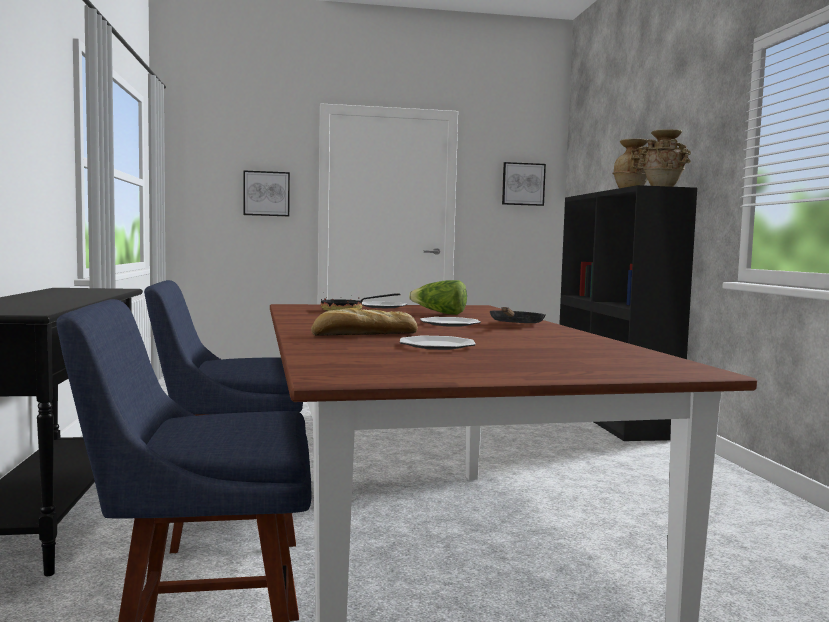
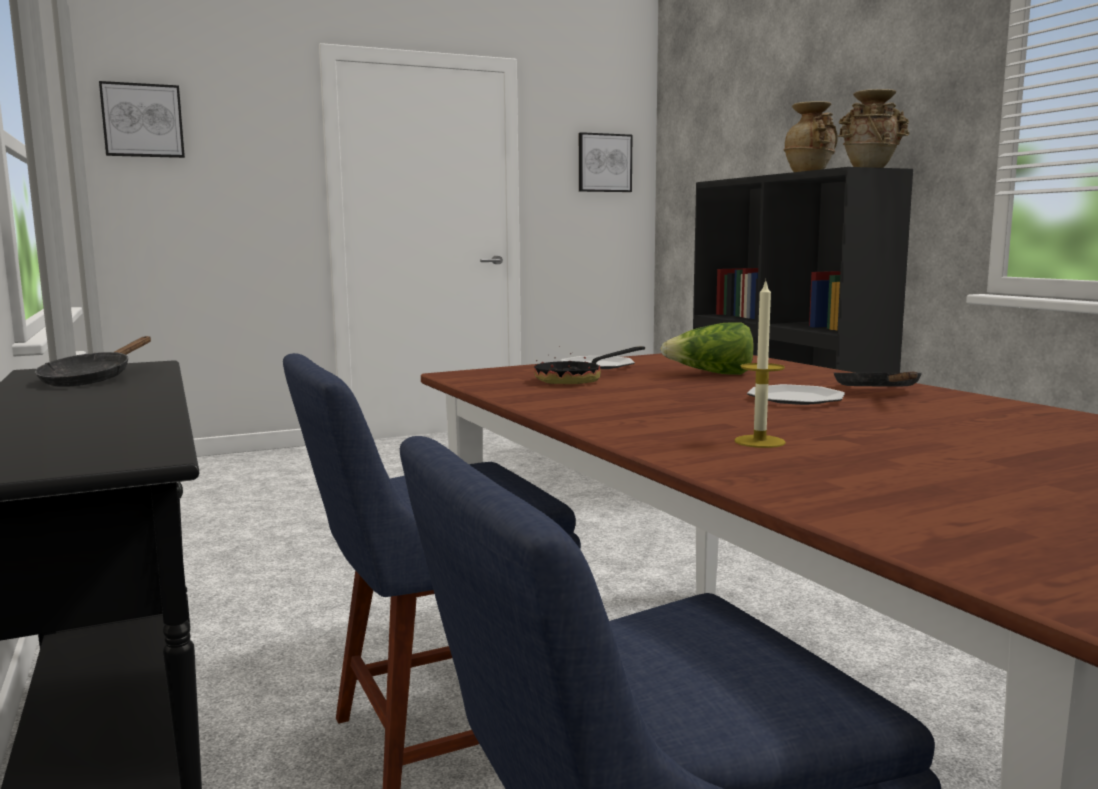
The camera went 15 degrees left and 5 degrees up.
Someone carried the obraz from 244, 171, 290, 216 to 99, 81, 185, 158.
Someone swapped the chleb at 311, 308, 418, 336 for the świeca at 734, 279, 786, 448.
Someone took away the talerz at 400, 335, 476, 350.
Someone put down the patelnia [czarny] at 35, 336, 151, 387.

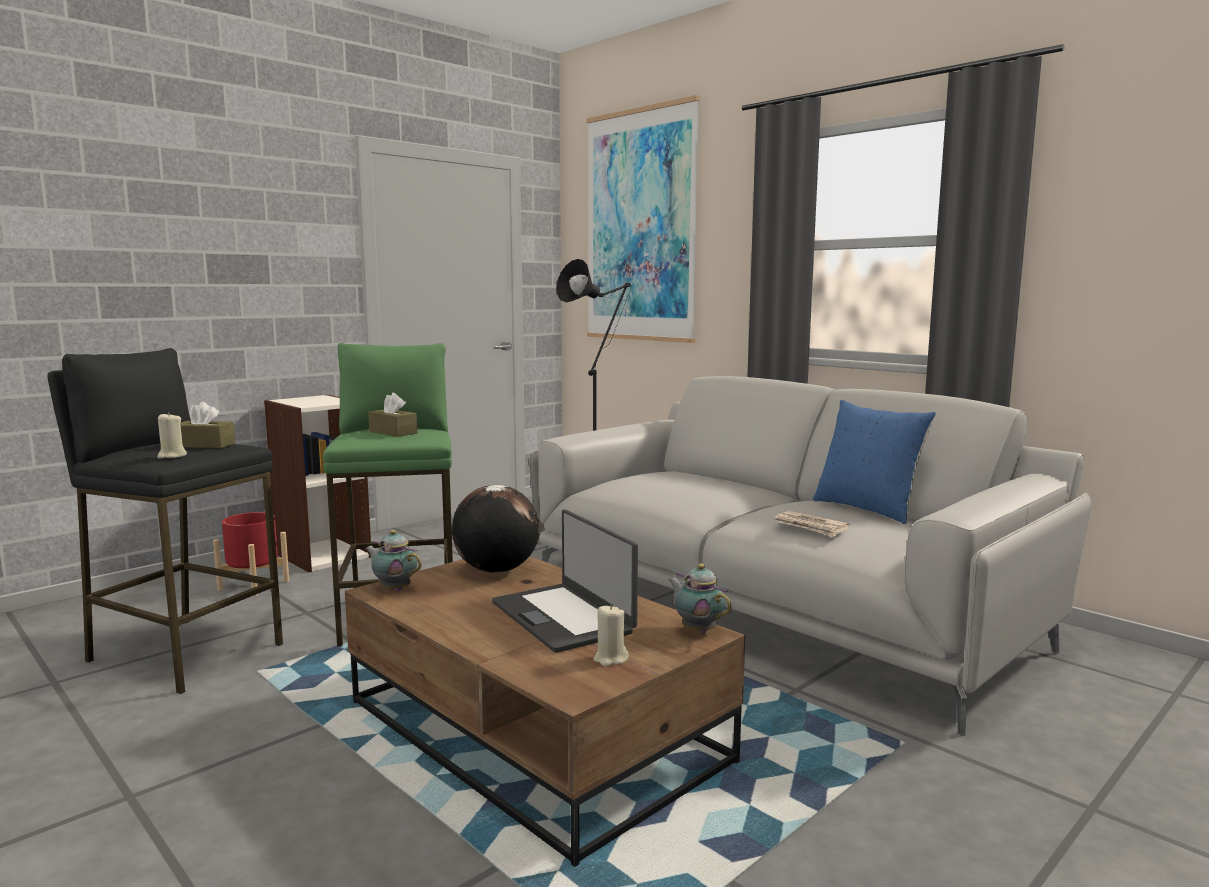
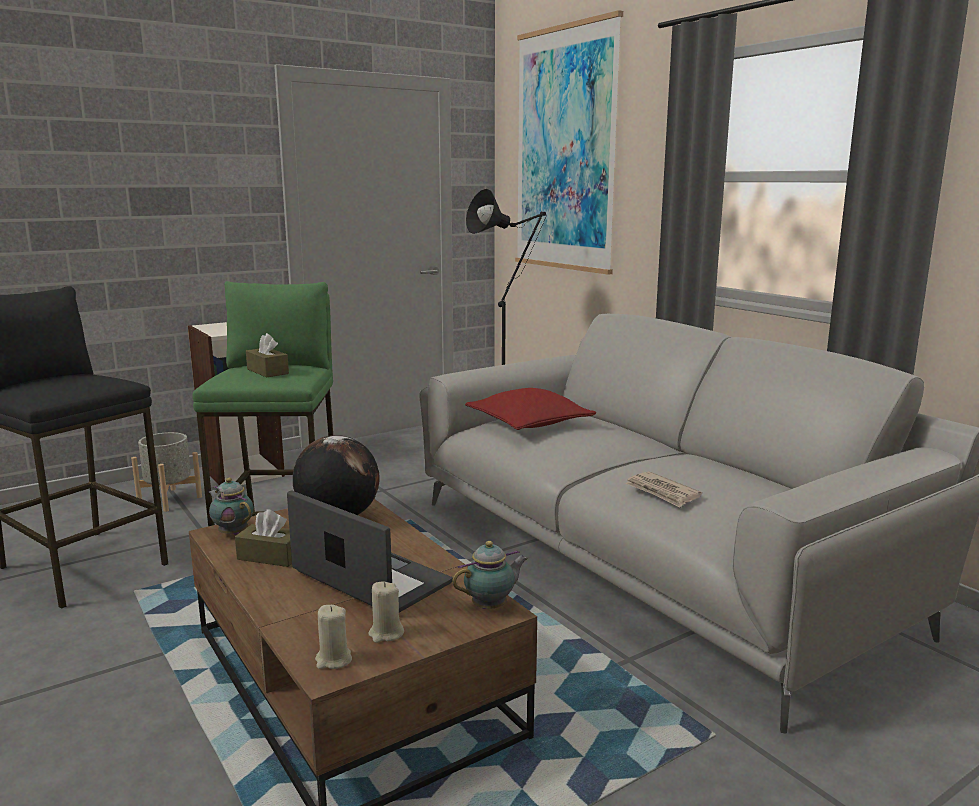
The camera went 10 degrees right and 5 degrees up.
Someone carried the świeca [beżowy] from 158, 412, 187, 458 to 315, 605, 352, 669.
Someone carried the pudełko chusteczek [brązowy] from 181, 402, 235, 448 to 235, 510, 292, 567.
Someone repainted the donica [czerwony] at 213, 512, 289, 597, which became the donica [szary] at 131, 432, 202, 512.
Someone rotated the laptop at 492, 509, 638, 653 by 150 degrees clockwise.
Someone rotated the imbryk at 669, 564, 732, 634 by 90 degrees clockwise.
Someone took away the poduszka [niebieski] at 813, 400, 936, 524.
Someone put down the poduszka [czerwony] at 465, 388, 597, 430.

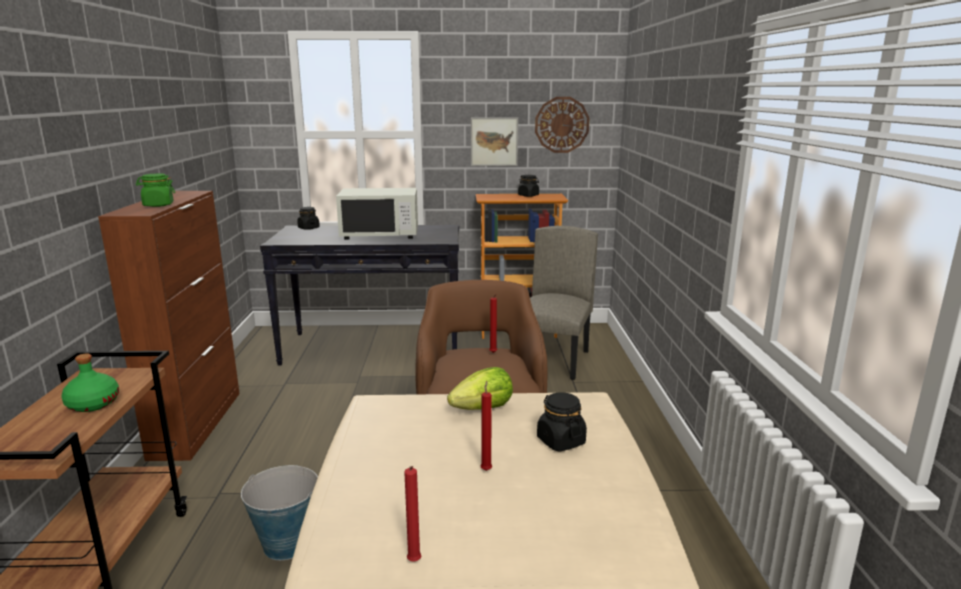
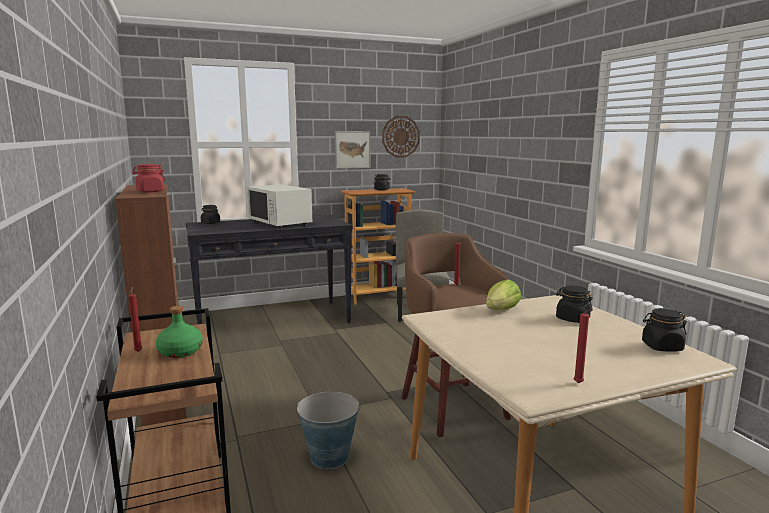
The camera went 20 degrees left and 5 degrees down.
Someone repainted the słoik [zielony] at 136, 174, 175, 207, which became the słoik [czerwony] at 132, 164, 165, 192.
Someone rotated the mikrofalówka [biały] at 336, 188, 418, 240 by 75 degrees clockwise.
Someone carried the świeca [czerwony] from 481, 381, 492, 471 to 129, 287, 143, 352.
Someone put down the słoik [czarny] at 642, 308, 687, 352.

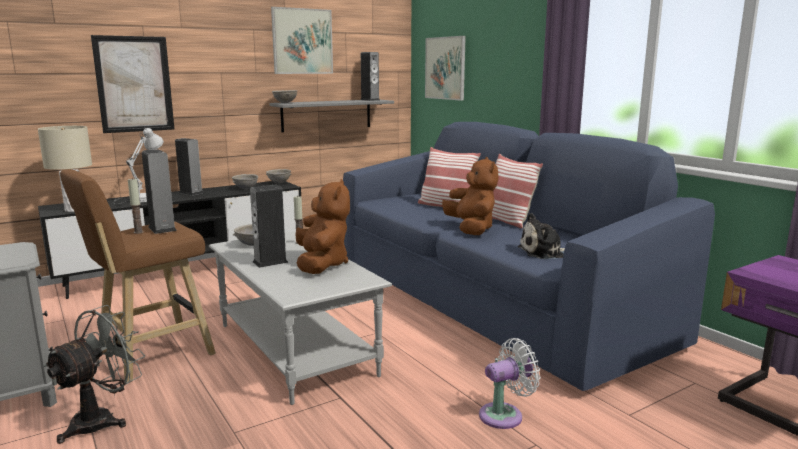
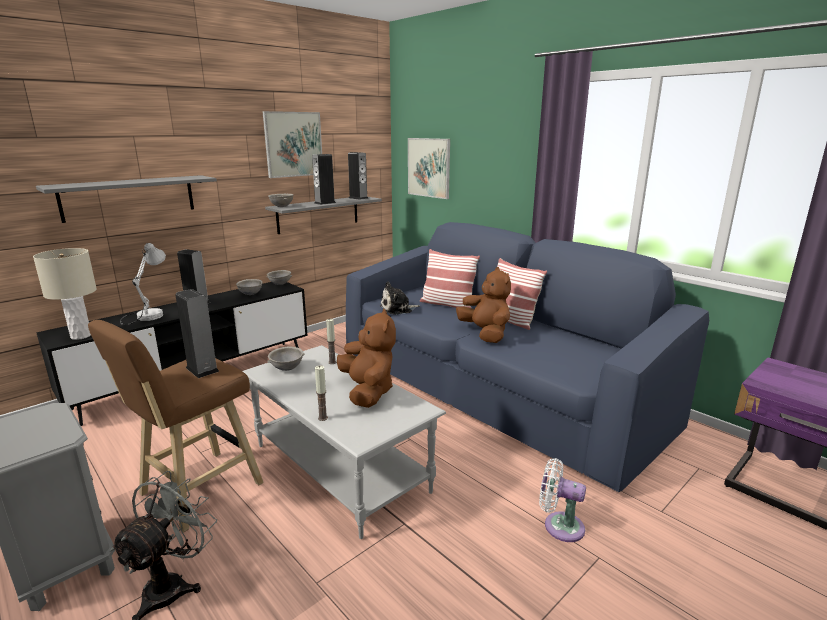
The camera went 10 degrees left and 5 degrees up.
Someone swapped the obraz at 91, 35, 174, 133 for the półka [szary] at 36, 175, 217, 223.
Someone carried the świeca from 128, 178, 144, 234 to 315, 366, 328, 421.
Someone carried the głośnik from 250, 184, 288, 268 to 312, 154, 336, 205.
Someone rotated the wentylator [biały] at 479, 338, 540, 429 by 120 degrees counterclockwise.
Someone carried the pluszak from 518, 213, 565, 259 to 380, 281, 420, 315.

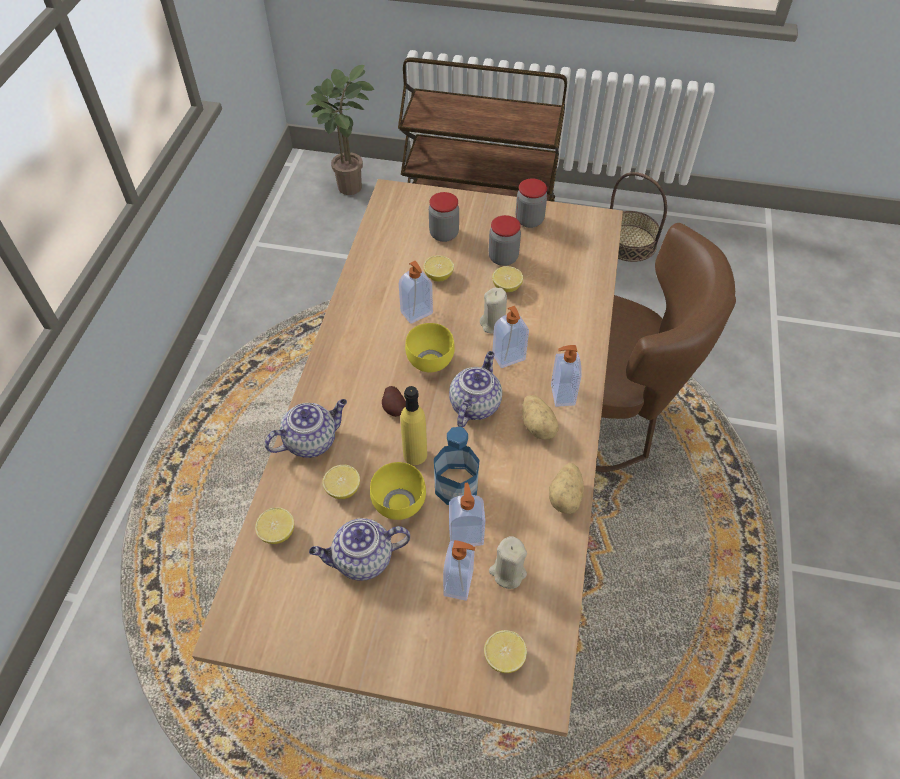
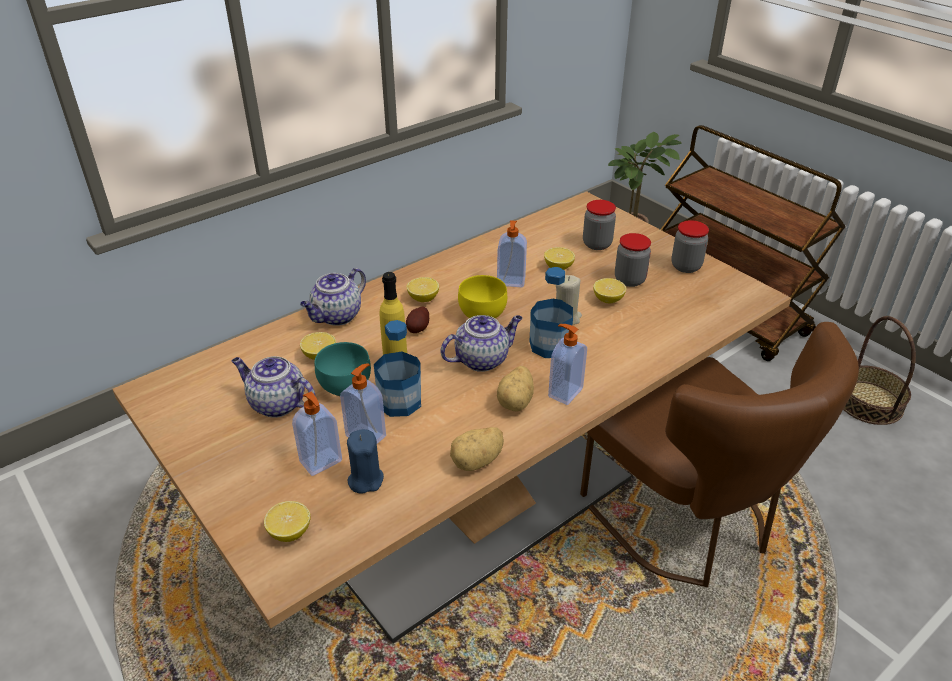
The camera went 40 degrees right and 15 degrees down.
Someone carried the cytryna from 255, 507, 294, 544 to 406, 277, 439, 302.
Someone rotated the imbryk at 265, 399, 347, 458 by 120 degrees clockwise.
Someone repainted the miska [żółty] at 370, 462, 426, 520, which became the miska [turkusowy] at 315, 342, 371, 396.
Someone repainted the świeca [beżowy] at 489, 536, 527, 589, which became the świeca [niebieski] at 347, 429, 384, 494.
Someone swapped the dozownik mydła at 492, 306, 529, 368 for the butelka at 530, 267, 573, 358.

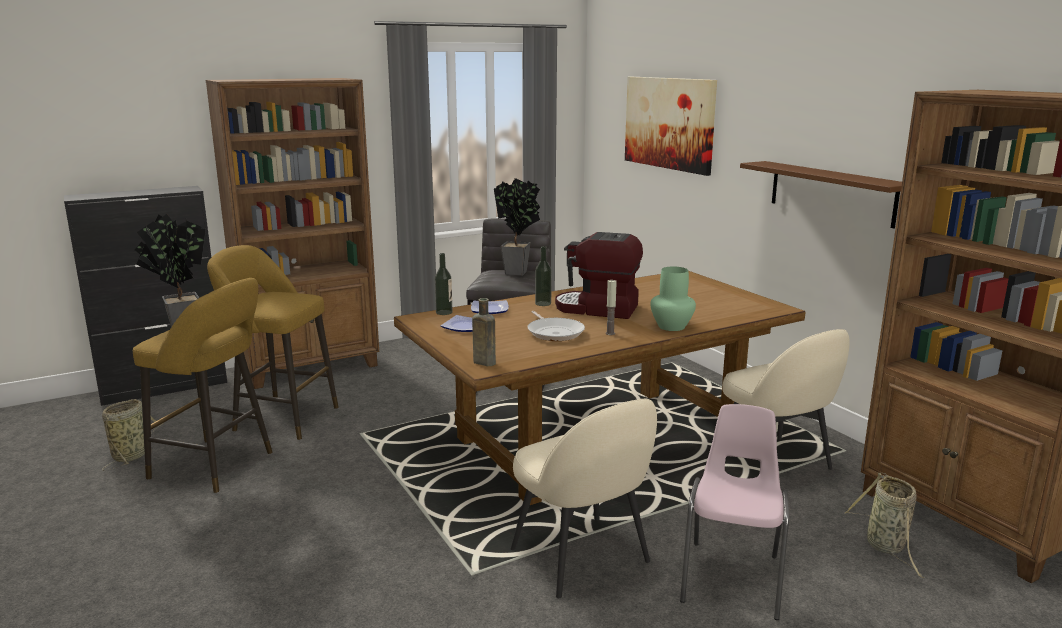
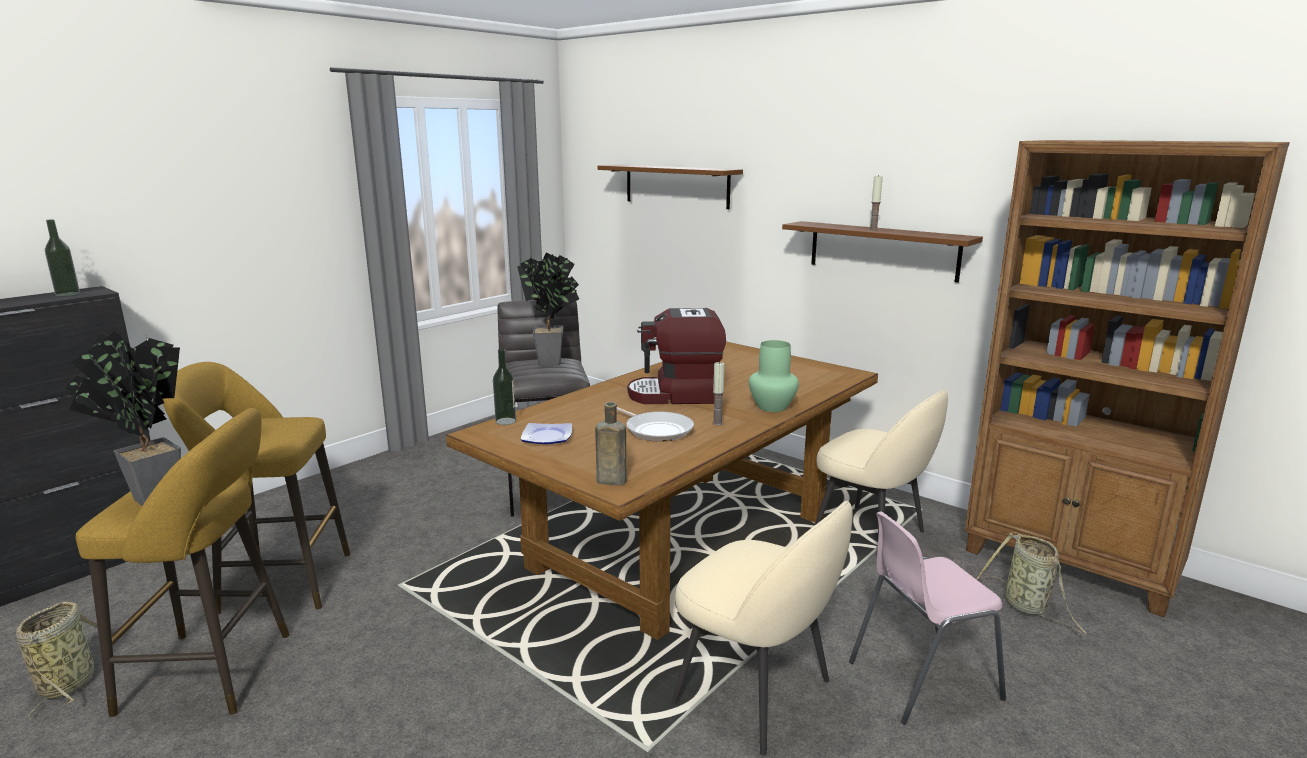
The camera went 20 degrees left and 0 degrees up.
Someone took away the regał [brązowy] at 206, 78, 379, 389.
Someone took away the talerz at 471, 300, 509, 314.
Someone carried the butelka from 535, 246, 552, 306 to 45, 219, 80, 296.
Someone swapped the obraz at 625, 77, 717, 176 for the półka [brązowy] at 597, 165, 743, 209.
Someone rotated the krzesło [różowy] at 680, 404, 789, 620 by 105 degrees counterclockwise.
Someone put down the świeca at 869, 175, 883, 231.

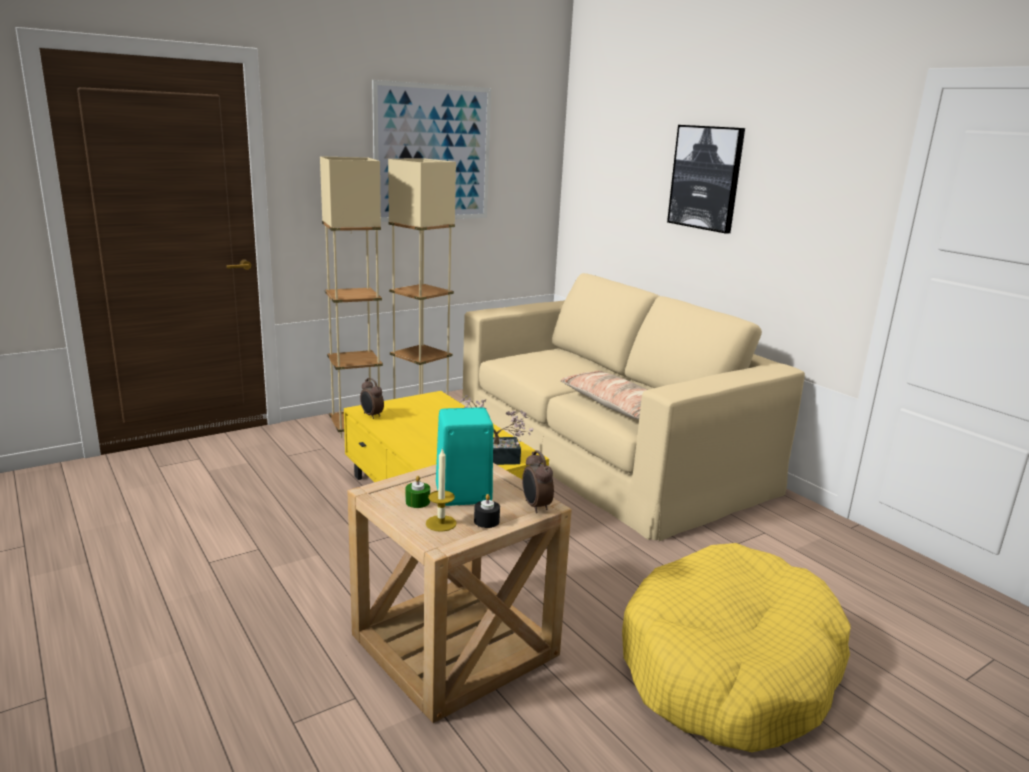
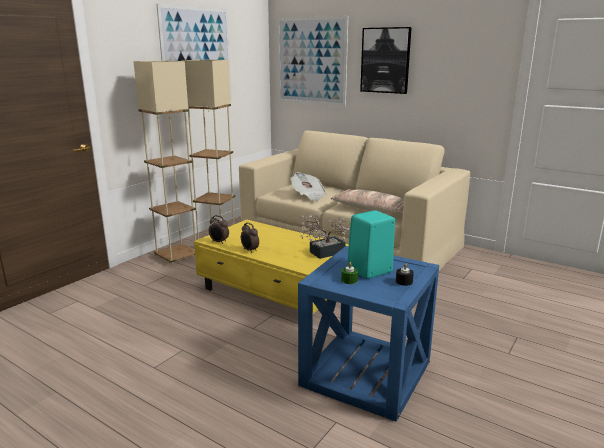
The camera went 20 degrees left and 0 degrees up.
Someone repainted the stolik [beżowy] at 348, 463, 572, 723, which became the stolik [niebieski] at 298, 246, 439, 421.
Someone took away the świeca at 426, 448, 457, 532.
Someone carried the budzik from 522, 450, 554, 513 to 241, 222, 259, 253.
Someone took away the legowisko [żółty] at 622, 543, 851, 752.
Someone put up the obraz at 277, 16, 348, 106.
Someone put down the gazeta at 290, 172, 327, 201.

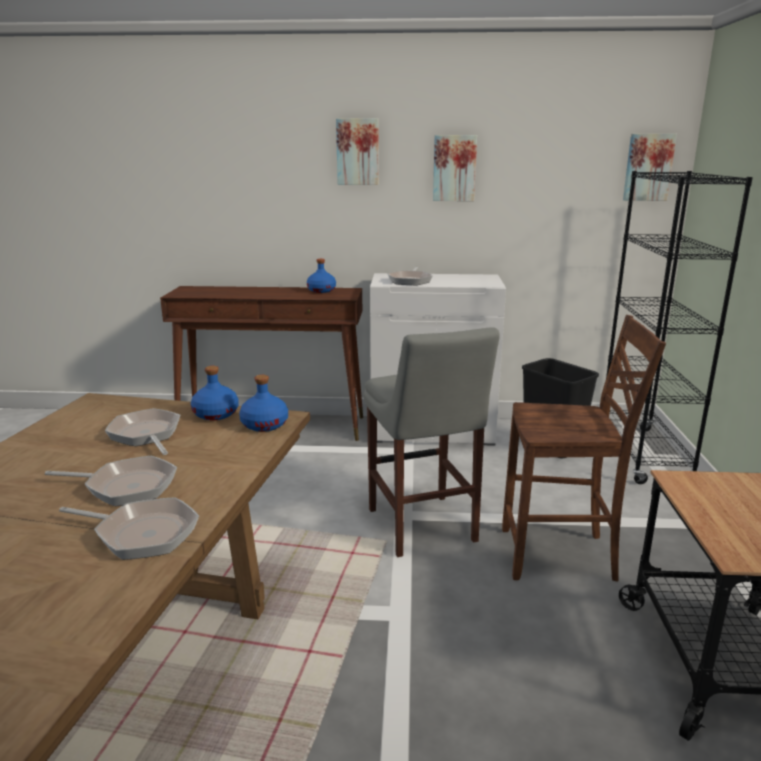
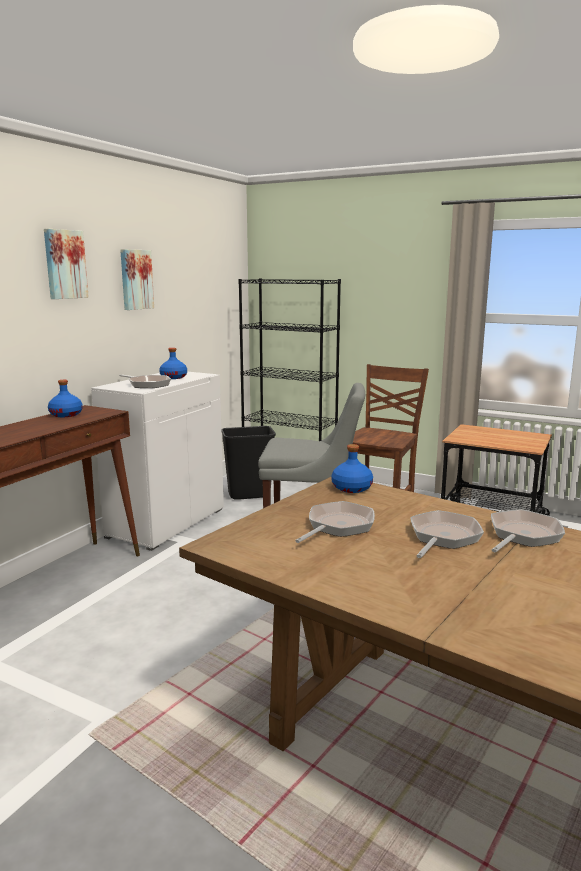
The camera went 65 degrees left and 5 degrees down.
Someone rotated the patelnia at 105, 408, 180, 455 by 135 degrees clockwise.
Someone carried the butelka [niebieski] from 191, 366, 239, 420 to 159, 348, 187, 379.
Someone took away the obraz at 623, 134, 677, 201.

